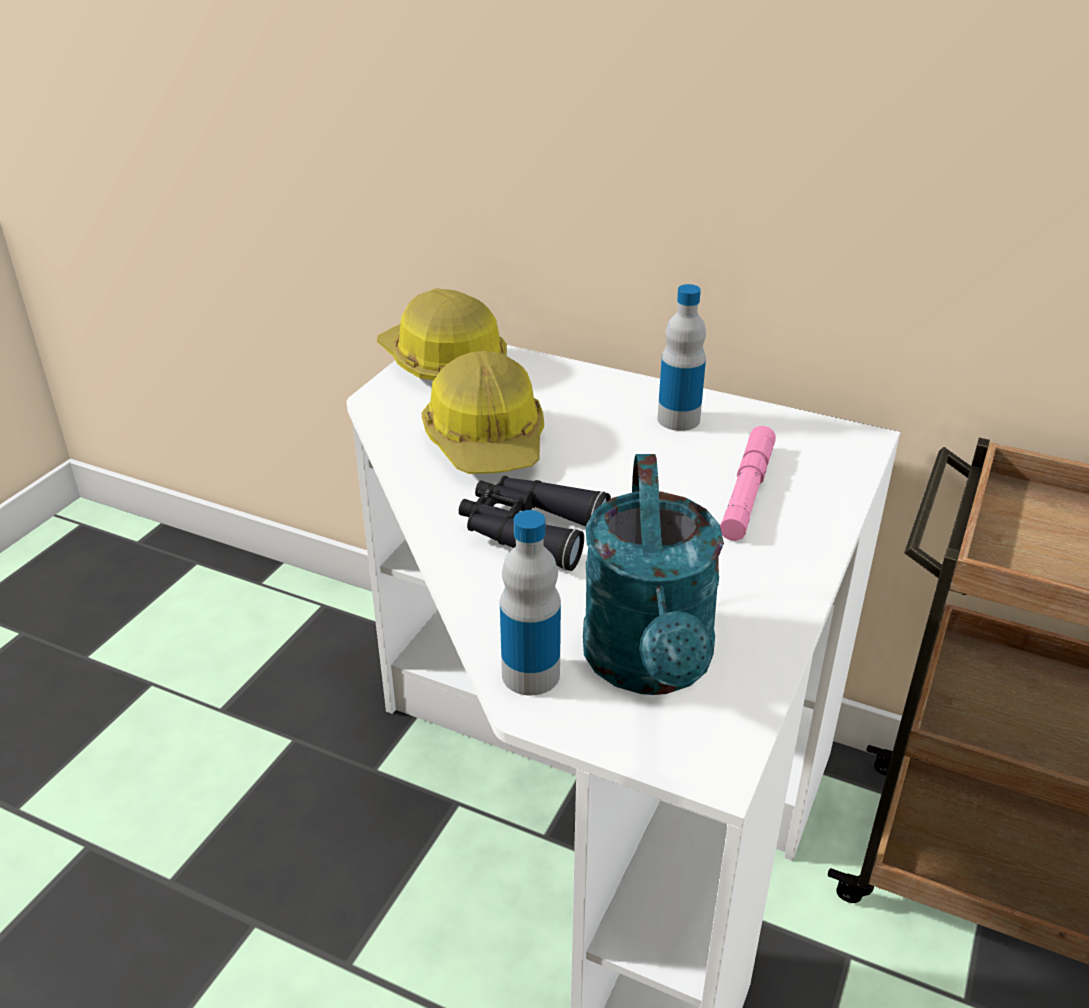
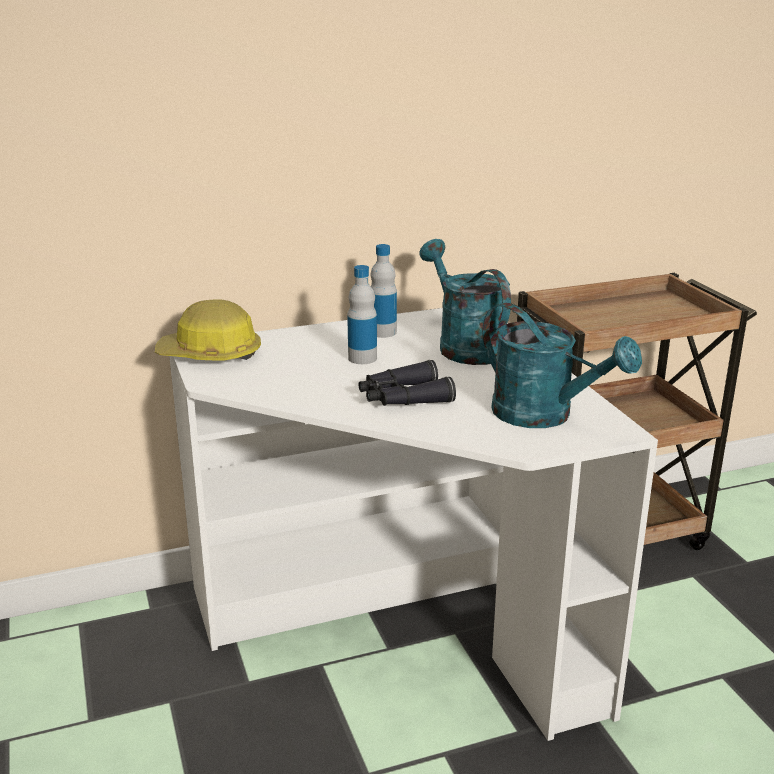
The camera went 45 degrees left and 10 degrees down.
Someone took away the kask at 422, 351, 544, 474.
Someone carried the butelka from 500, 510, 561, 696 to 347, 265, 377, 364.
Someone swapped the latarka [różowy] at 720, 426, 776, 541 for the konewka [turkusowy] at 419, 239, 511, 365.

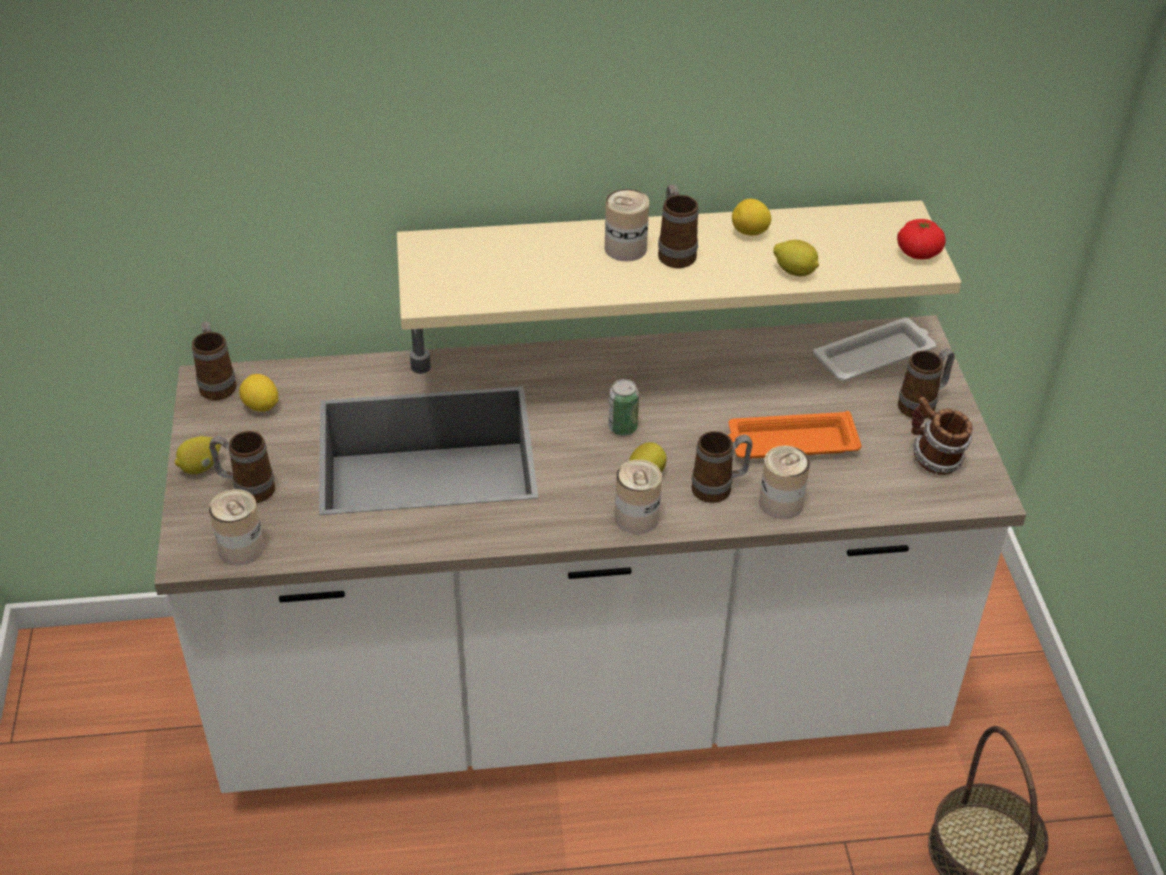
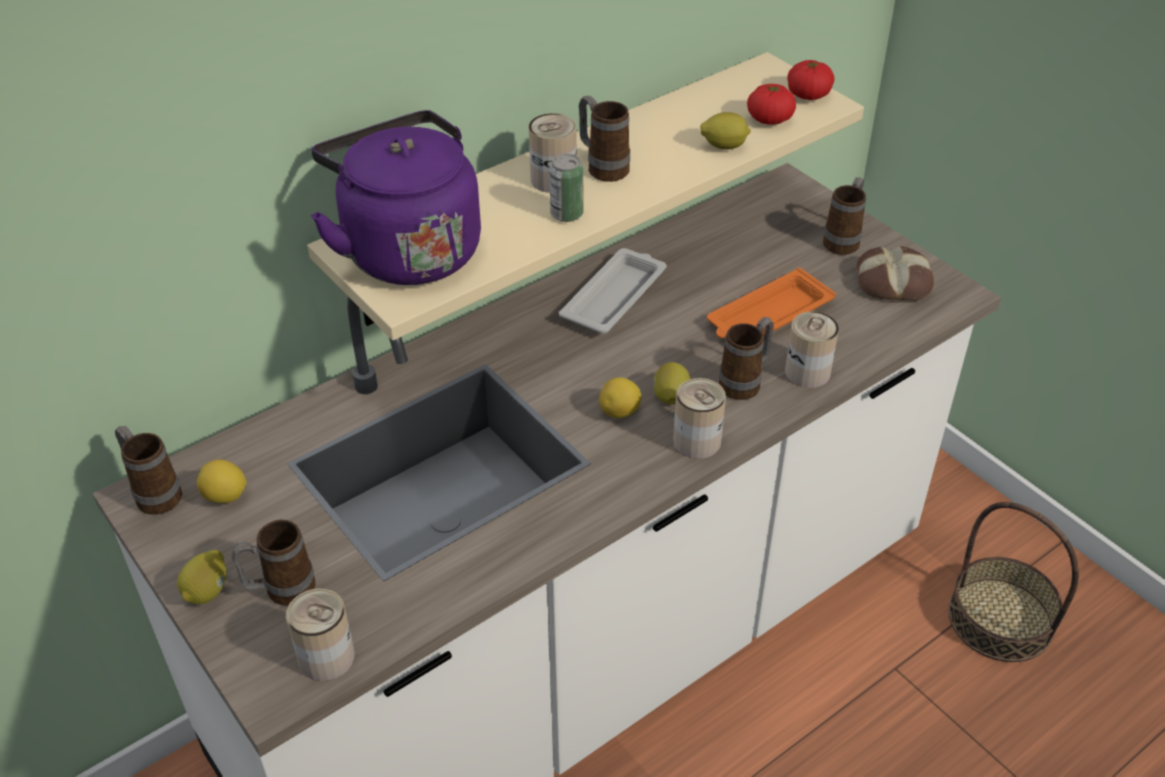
The camera went 30 degrees left and 0 degrees up.
Someone carried the puszka from 609, 379, 639, 436 to 549, 154, 583, 222.
Someone carried the cytryna from 732, 199, 771, 236 to 599, 377, 642, 418.
Someone carried the taca [biały] from 813, 318, 936, 381 to 559, 248, 667, 334.
Someone swapped the kubek at 911, 397, 973, 475 for the chleb at 857, 246, 934, 301.
Someone put down the czajnik [fioletowy] at 311, 110, 481, 285.
Someone put down the pomidor at 747, 84, 796, 125.

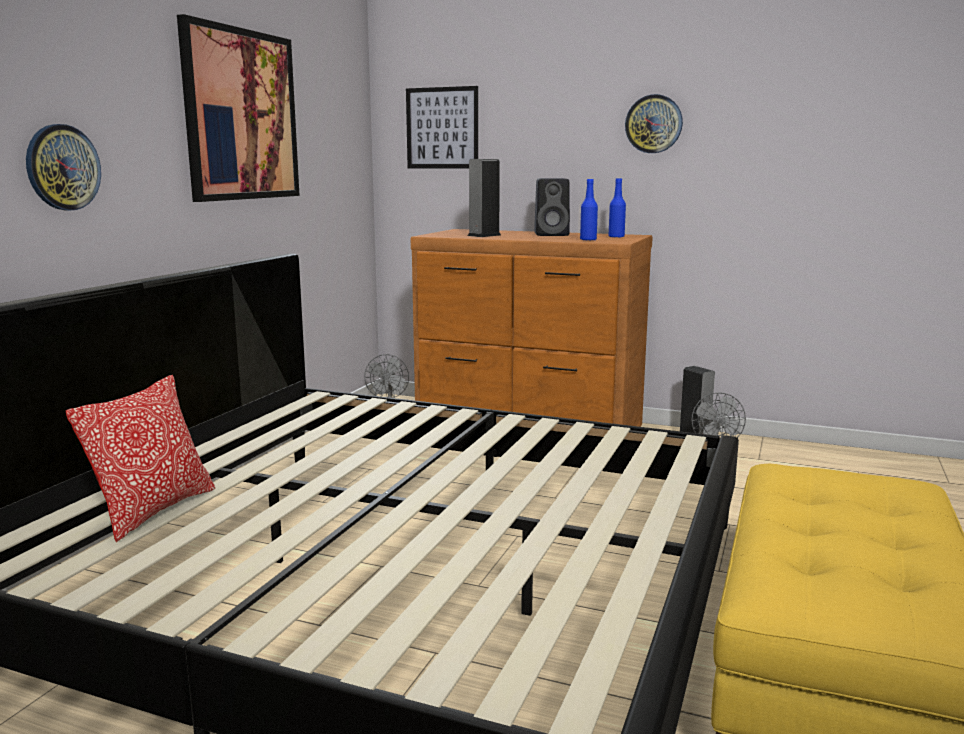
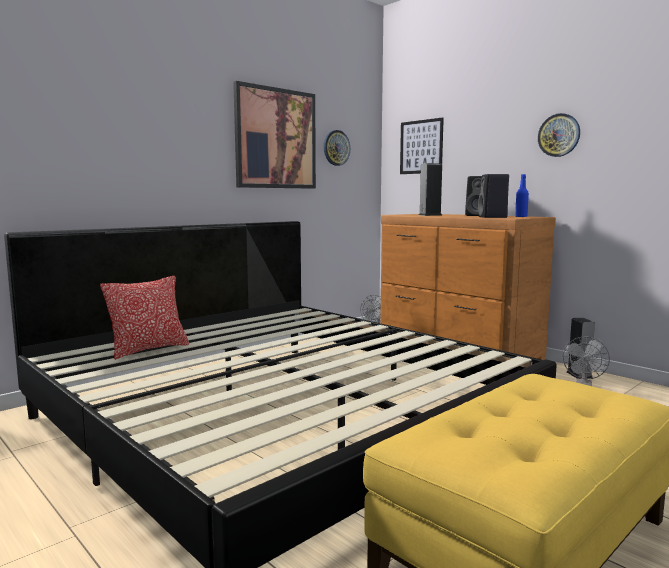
The camera went 25 degrees right and 5 degrees down.
Someone carried the zegar ścienny from 26, 124, 101, 210 to 324, 130, 350, 166.
Someone swapped the butelka [niebieski] at 580, 179, 598, 241 for the głośnik [czarny] at 478, 174, 509, 218.

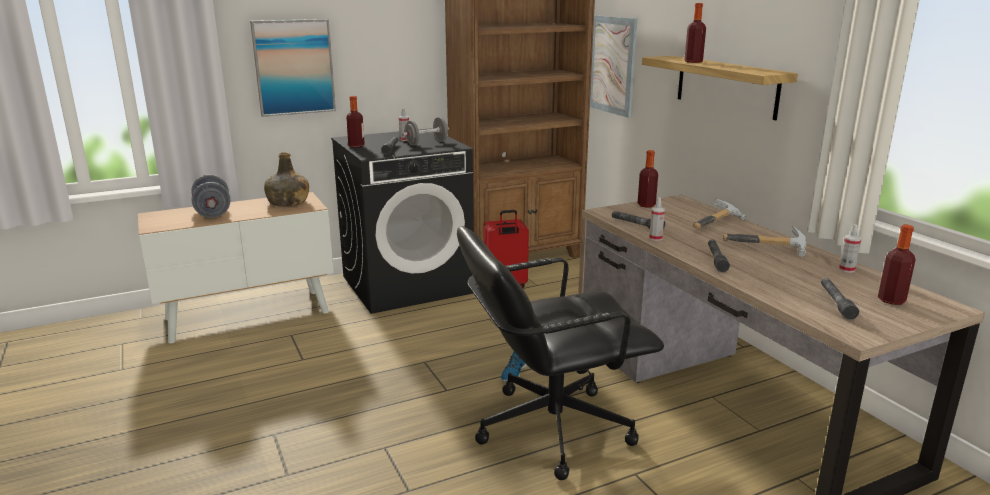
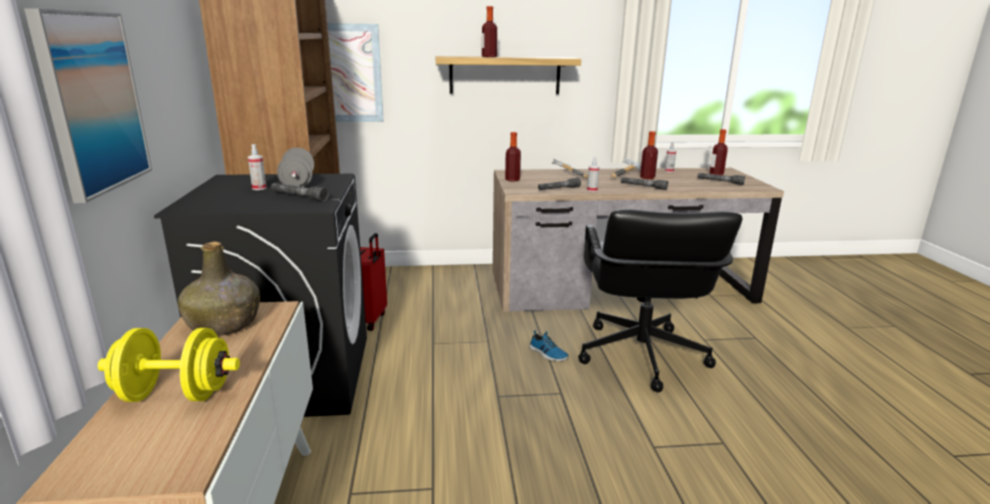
The camera went 70 degrees left and 0 degrees up.
Someone repainted the hantel [szary] at 191, 174, 231, 218, which became the hantel [żółty] at 98, 328, 240, 402.
Someone carried the butelka from 346, 96, 365, 148 to 640, 131, 658, 179.

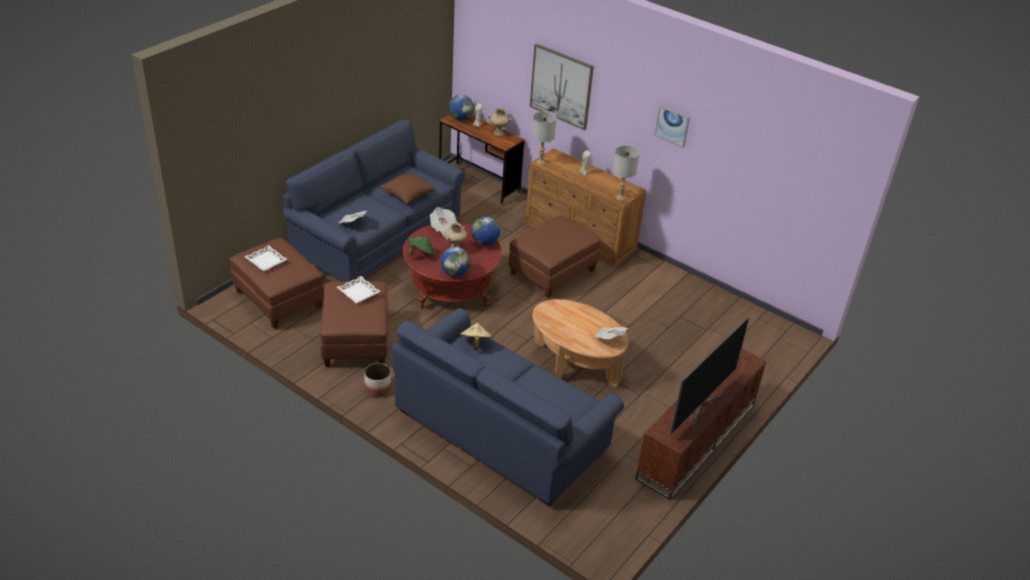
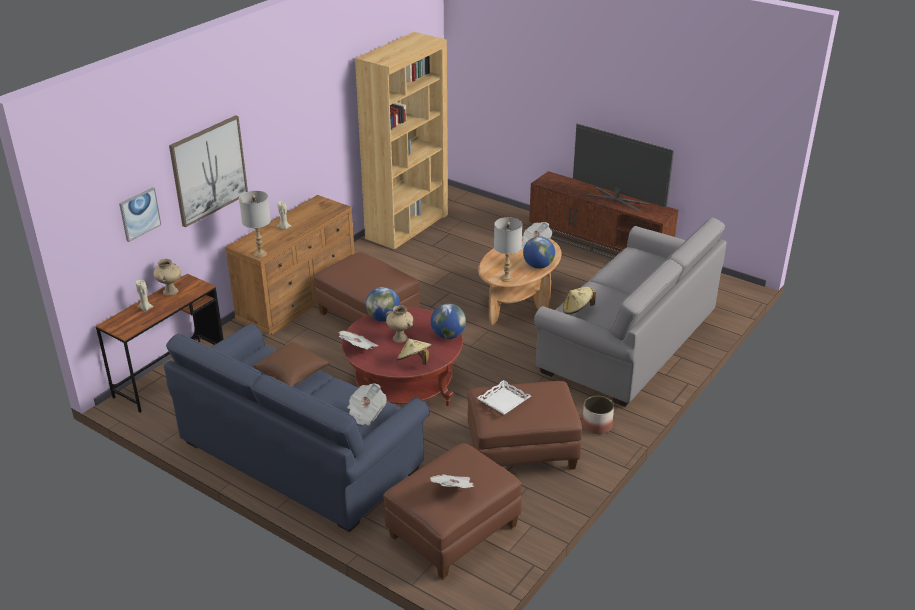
The camera went 90 degrees left and 5 degrees down.
Someone swapped the taca [biały] at 244, 245, 287, 271 for the gazeta at 430, 474, 474, 488.
Someone repainted the kanapa [niebieski] at 391, 308, 624, 506, which became the kanapa [szary] at 534, 218, 727, 407.
Someone repainted the kapelusz [zielony] at 408, 237, 435, 256, which became the kapelusz [beżowy] at 397, 338, 432, 365.
Someone carried the globus from 449, 95, 474, 120 to 523, 237, 555, 269.
Someone carried the lampa stołowa [szary] from 613, 145, 640, 201 to 494, 217, 522, 282.
Someone carried the obraz from 655, 106, 690, 148 to 119, 187, 161, 242.
Someone put down the regał [brązowy] at 355, 32, 448, 250.

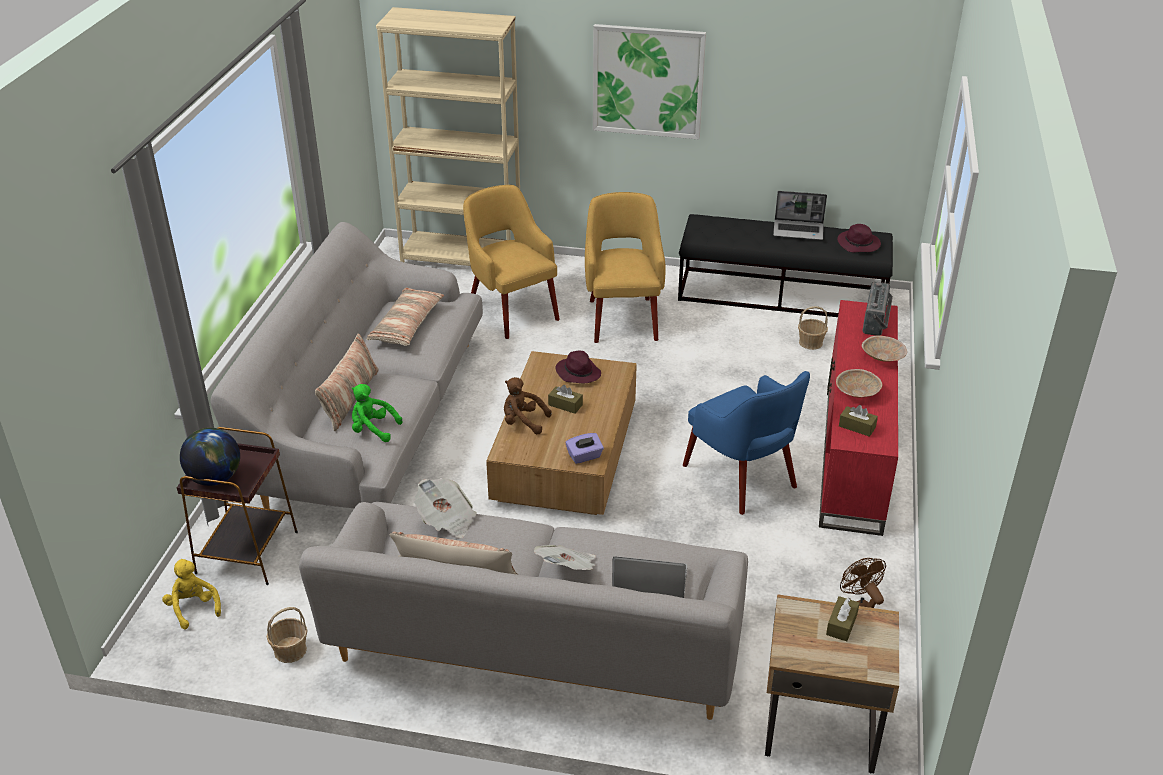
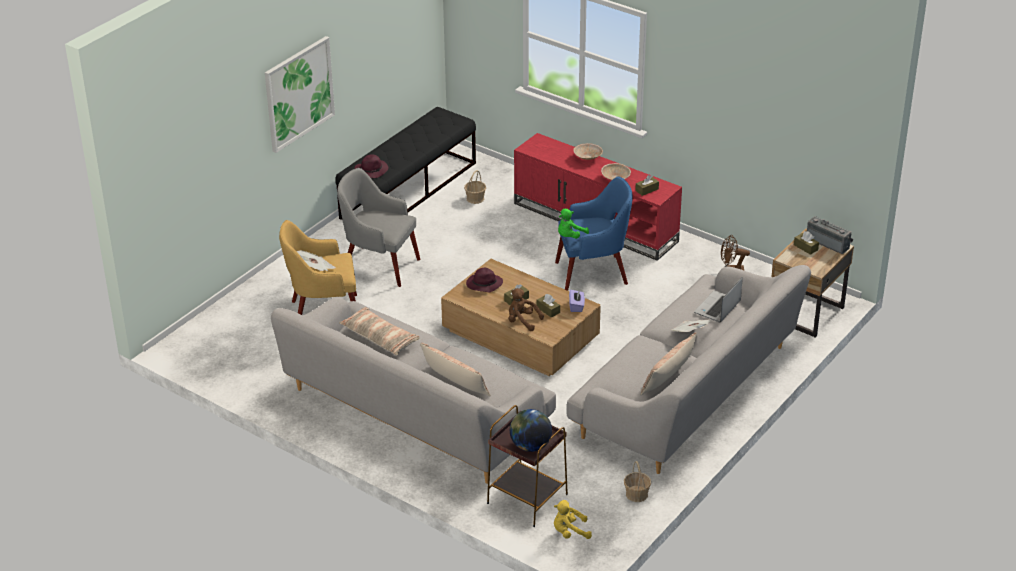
The camera went 65 degrees left and 0 degrees up.
Someone carried the pluszak [zielony] from 352, 384, 402, 442 to 558, 209, 589, 239.
Someone took away the regał [beżowy] at 376, 7, 520, 266.
Someone carried the gazeta from 414, 478, 477, 538 to 297, 250, 336, 271.
Someone rotated the pluszak [brązowy] at 504, 377, 552, 434 by 75 degrees clockwise.
Someone repainted the fotel [żółty] at 585, 192, 666, 343, which became the fotel [szary] at 337, 168, 421, 287.
Someone took away the laptop at 773, 191, 827, 240.
Someone carried the kapelusz [fioletowy] from 837, 224, 881, 252 to 354, 154, 389, 178.
Someone carried the radio from 863, 281, 893, 335 to 807, 216, 853, 254.
Someone put down the pudełko chusteczek [brązowy] at 537, 294, 560, 318.

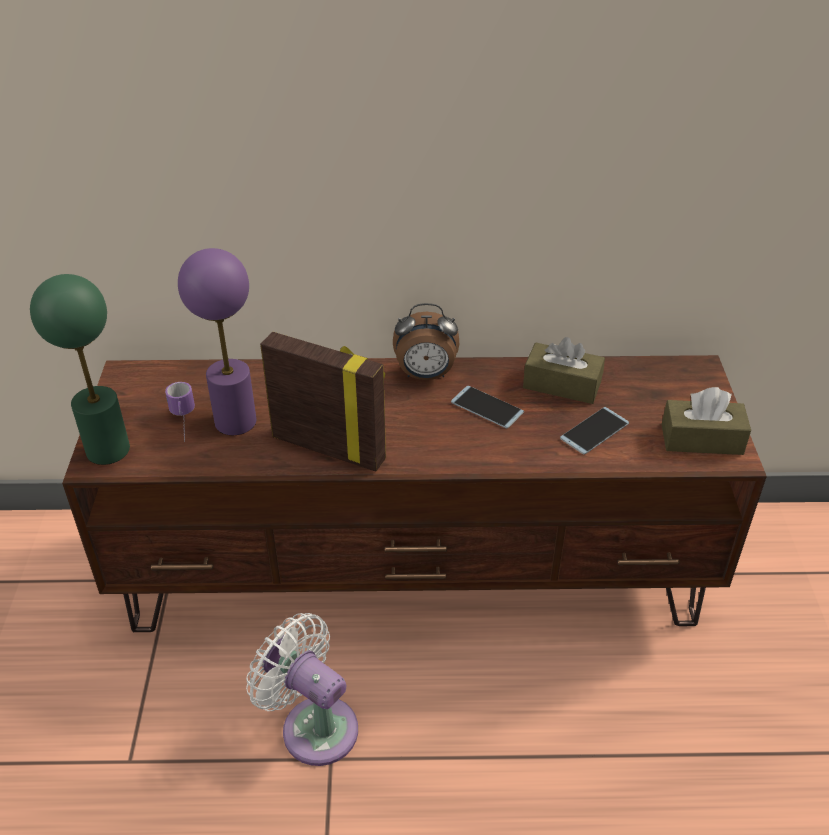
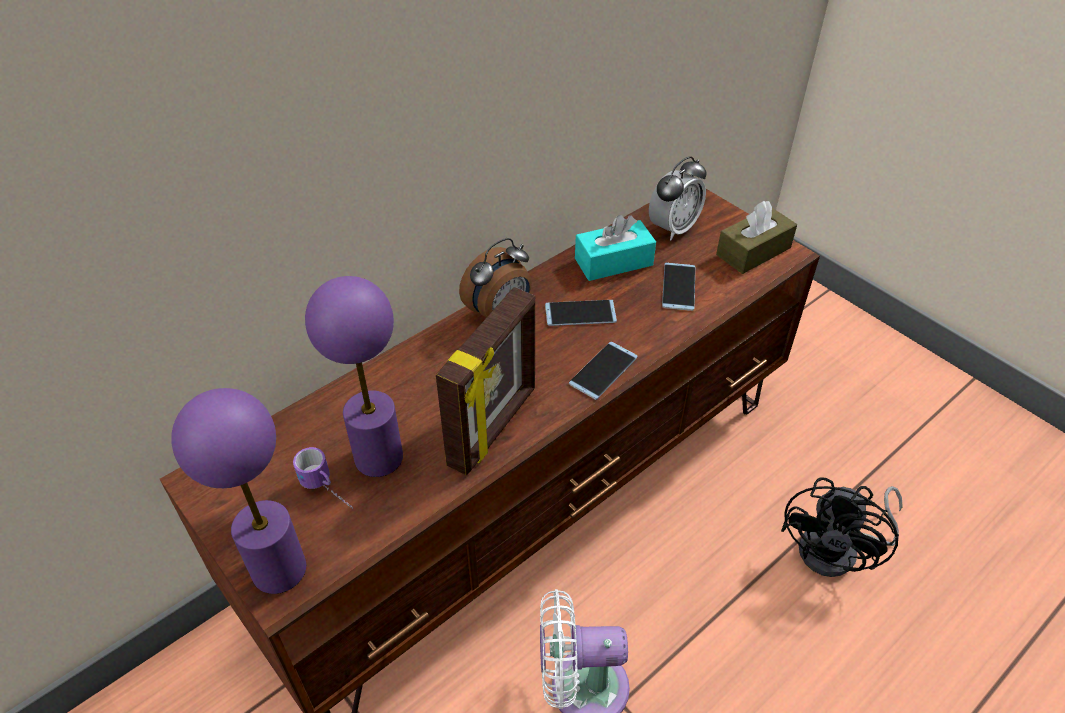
The camera went 40 degrees left and 5 degrees up.
Someone repainted the lampa stołowa [zielony] at 30, 274, 130, 465, which became the lampa stołowa [fioletowy] at 171, 388, 306, 594.
Someone rotated the ramka na zdjęcie at 260, 332, 386, 472 by 135 degrees clockwise.
Someone repainted the pudełko chusteczek [brązowy] at 523, 337, 605, 404, which became the pudełko chusteczek [turkusowy] at 575, 215, 656, 281.
Someone put down the telefon at 569, 342, 637, 400.
Someone put down the budzik at 649, 156, 707, 240.
Someone put down the wentylator [czarny] at 781, 477, 903, 577.

